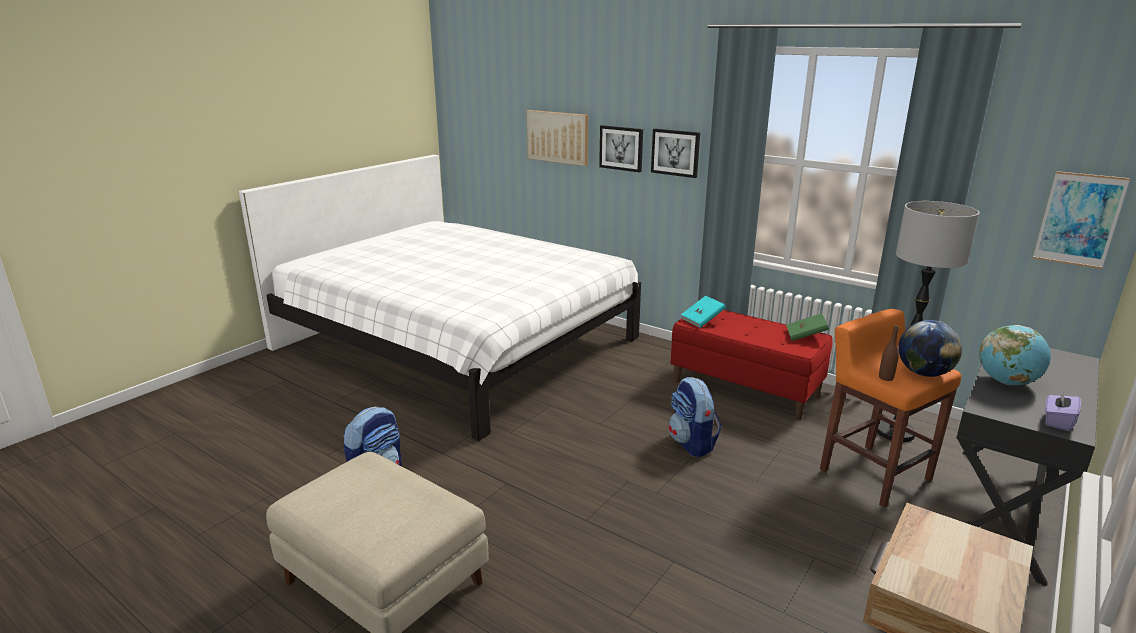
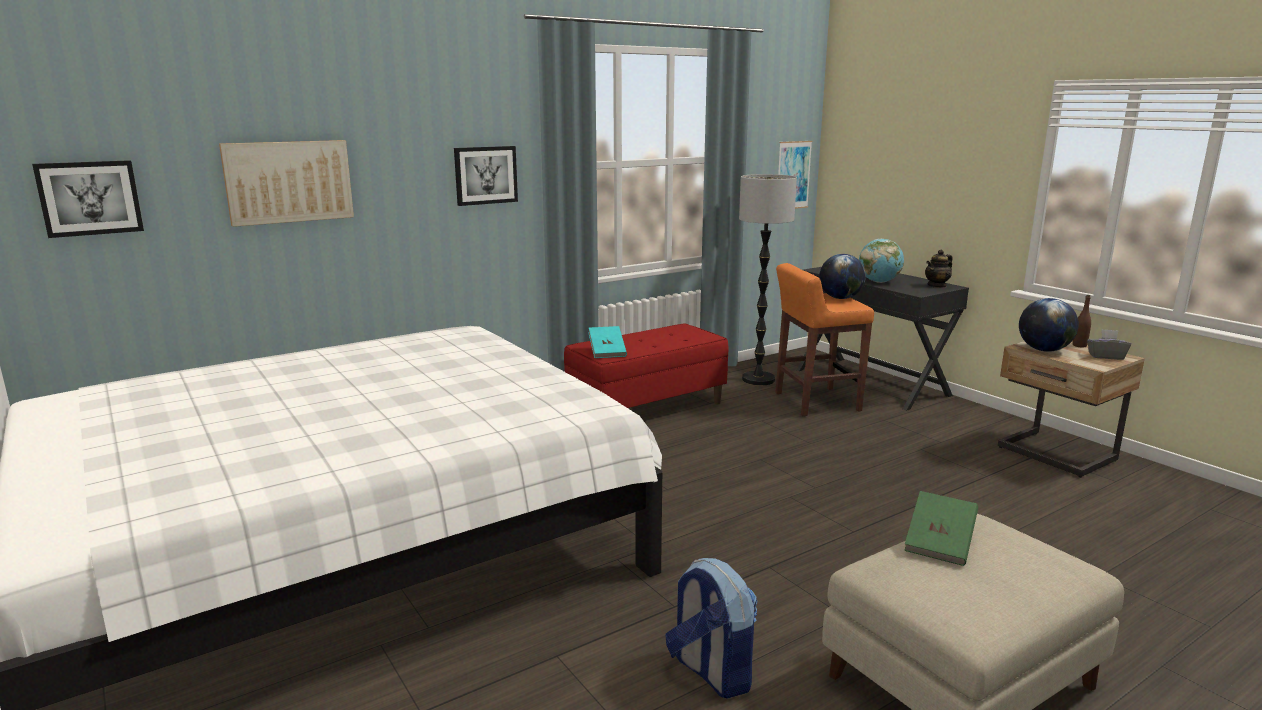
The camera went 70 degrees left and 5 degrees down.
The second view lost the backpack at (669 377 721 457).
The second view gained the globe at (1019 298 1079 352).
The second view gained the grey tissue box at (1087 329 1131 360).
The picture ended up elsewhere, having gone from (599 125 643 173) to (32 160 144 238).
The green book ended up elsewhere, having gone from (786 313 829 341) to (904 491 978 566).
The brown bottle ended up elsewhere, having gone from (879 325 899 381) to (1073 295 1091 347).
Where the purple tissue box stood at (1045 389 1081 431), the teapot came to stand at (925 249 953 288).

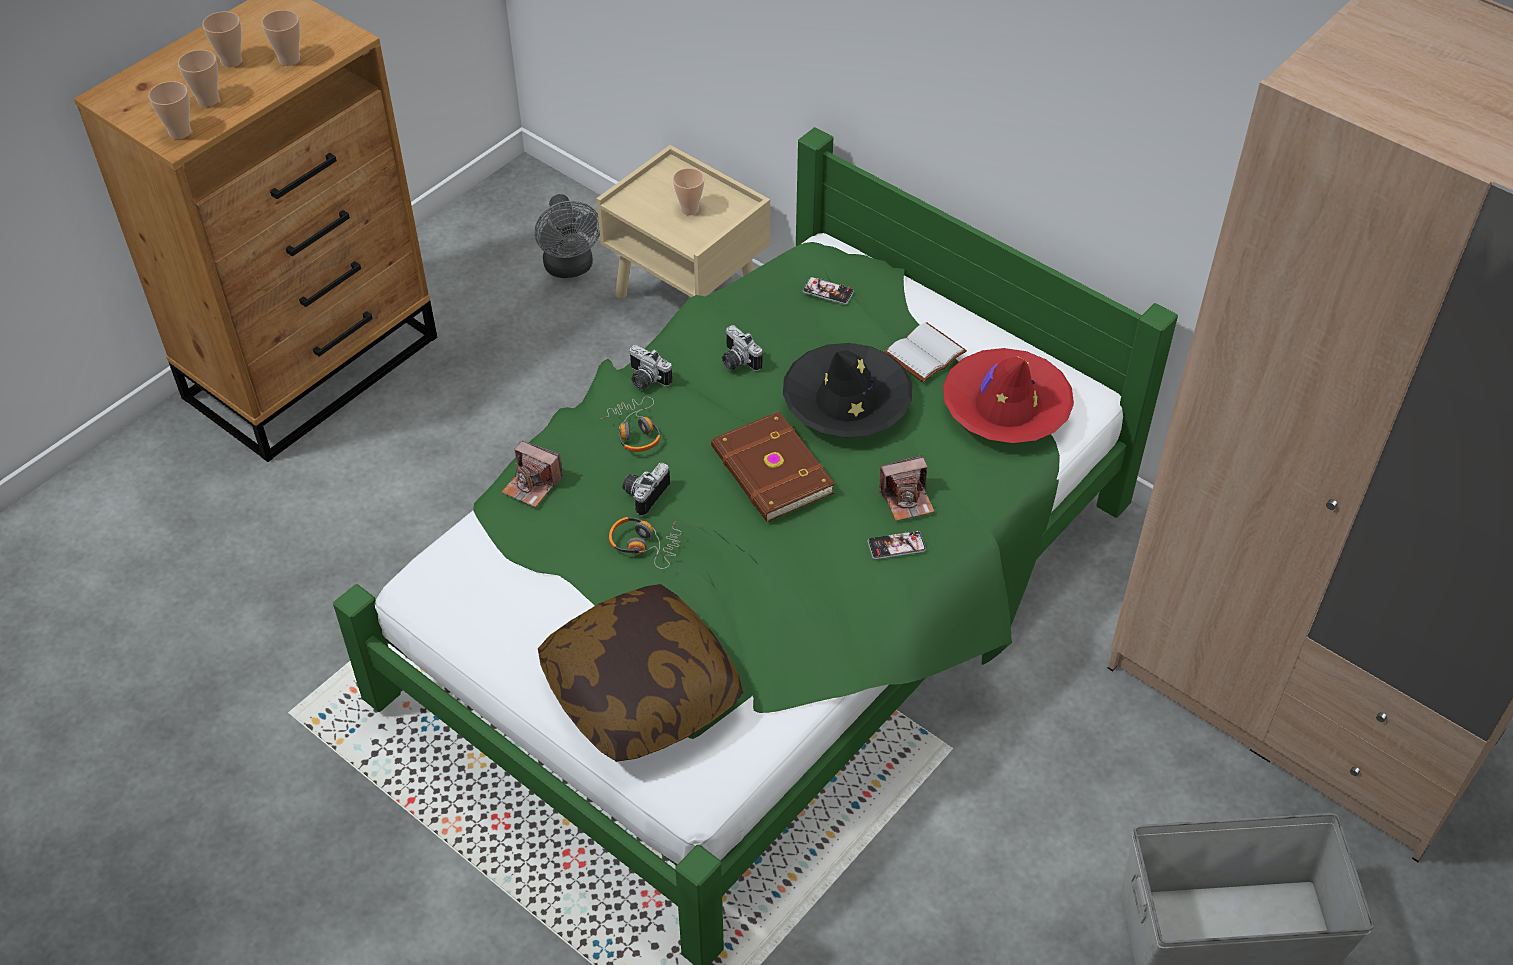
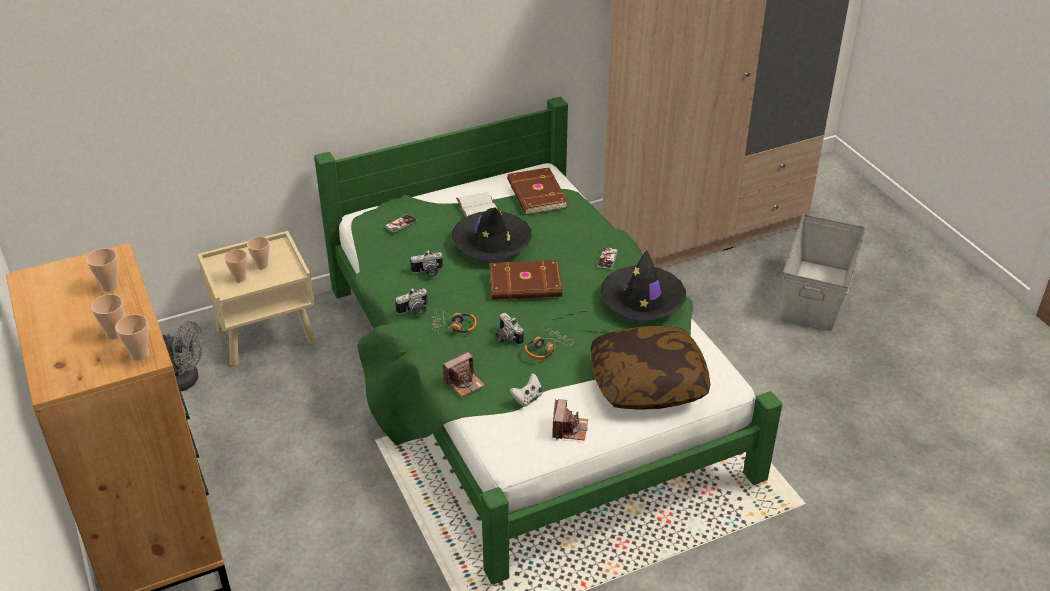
The camera went 65 degrees left and 10 degrees down.
The second view gained the white game controller at (510 373 543 406).
The second view gained the black hat at (601 250 686 321).
The cup ended up elsewhere, having gone from (202 12 242 67) to (224 249 247 282).
The photo camera ended up elsewhere, having gone from (879 455 935 521) to (552 399 588 441).
Where the red hat stood at (943 348 1074 443), the brown book came to stand at (507 167 568 215).

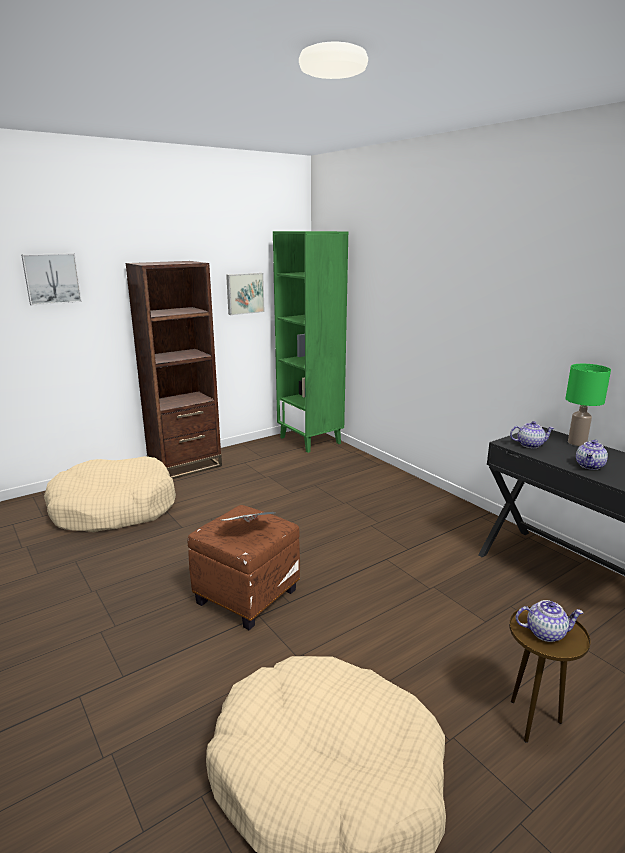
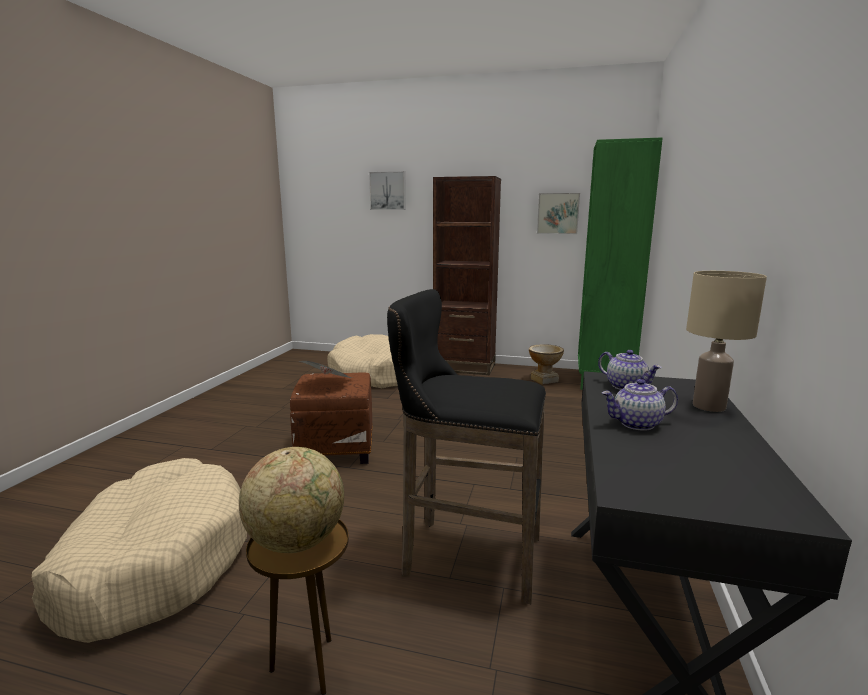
The camera went 50 degrees right and 5 degrees down.
The second view gained the black stool at (387 289 546 604).
The second view gained the vase at (529 344 564 385).
Where the teapot stood at (516 600 583 642), the globe came to stand at (239 447 344 553).
What was the green table lamp at (566 364 611 446) turned into the beige table lamp at (686 271 767 412).

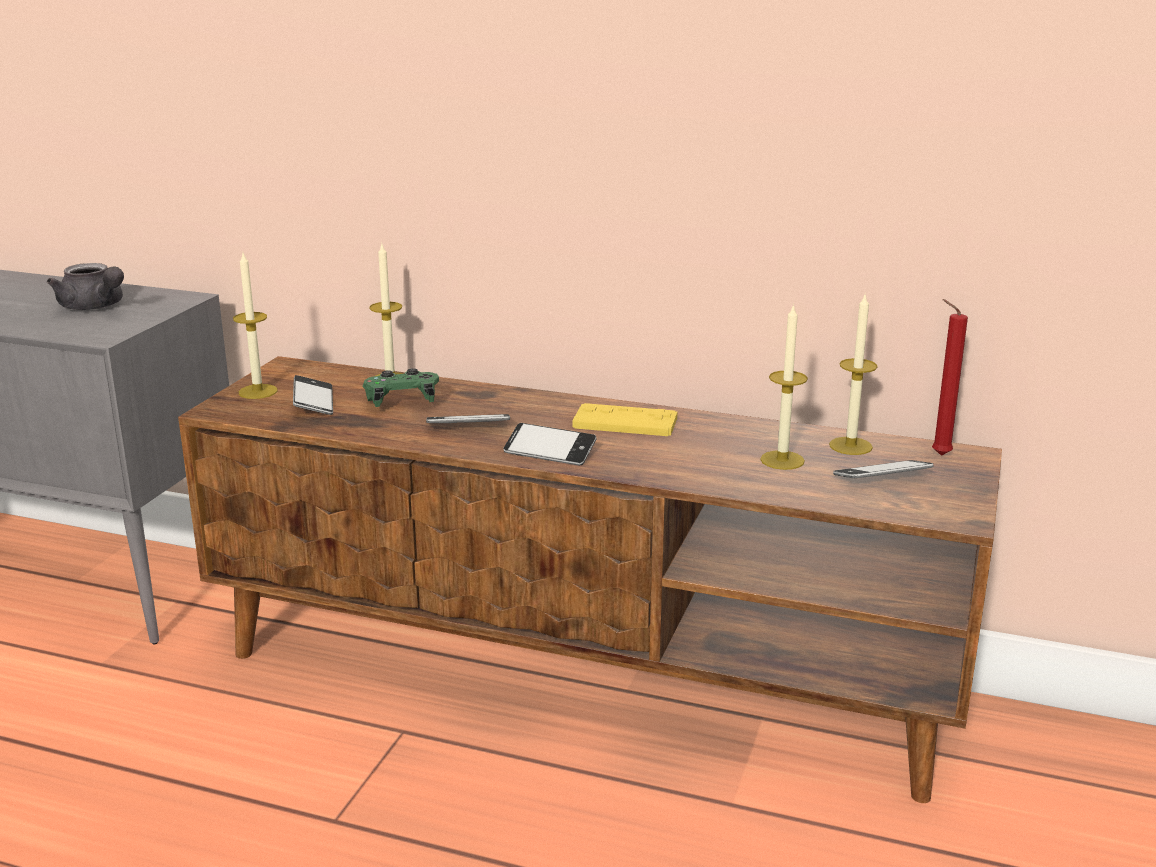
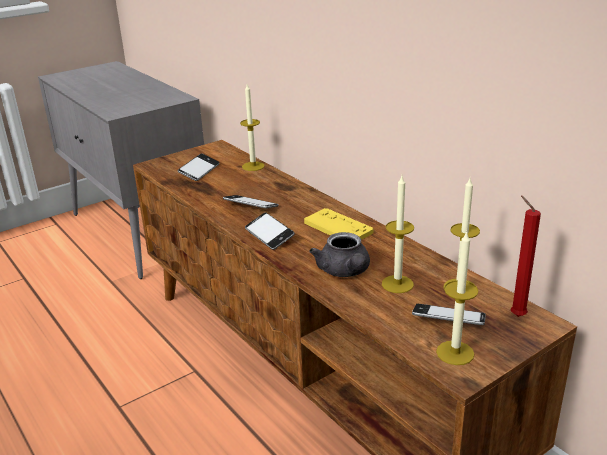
The camera went 35 degrees right and 5 degrees up.
The second view lost the green game controller at (363 368 439 407).
The grey teapot ended up elsewhere, having gone from (47 263 124 310) to (309 232 370 277).
The candle ended up elsewhere, having gone from (233 253 278 399) to (436 230 478 365).

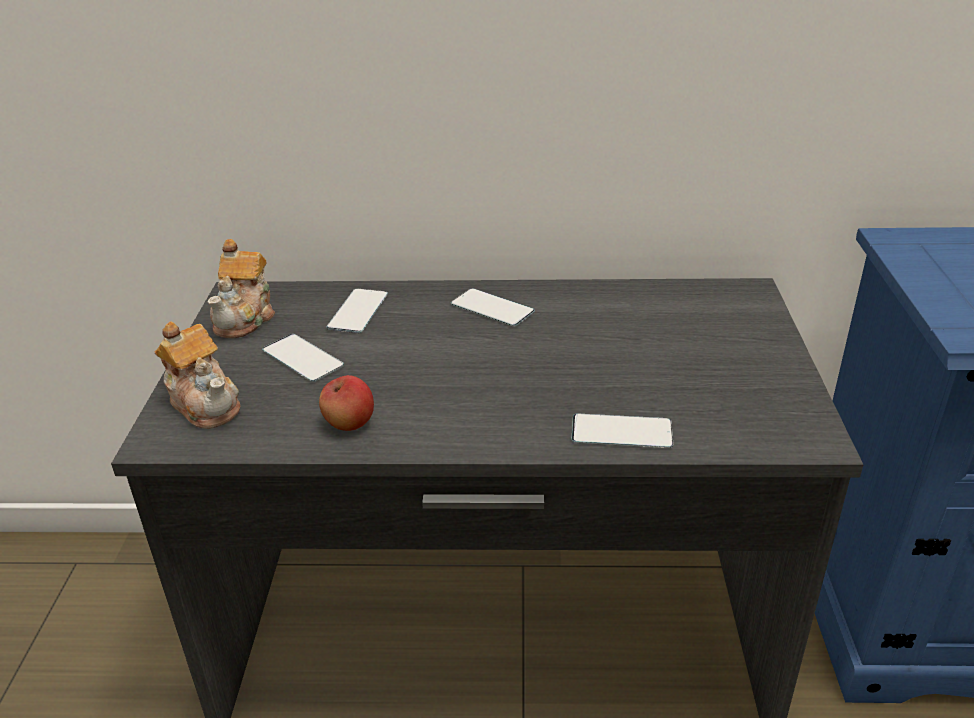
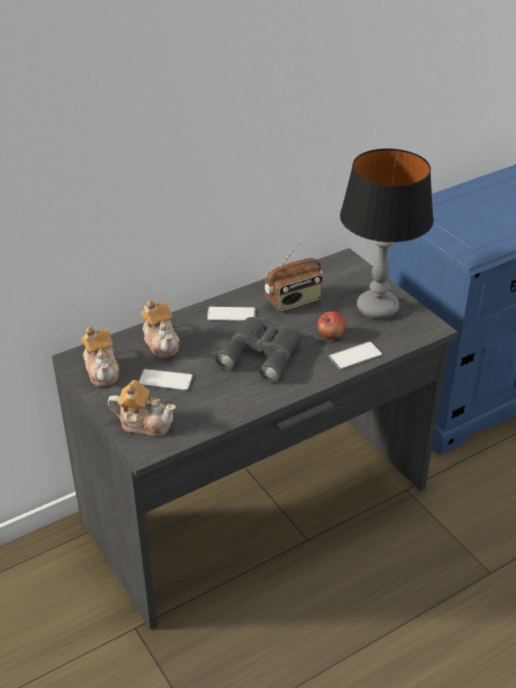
The camera went 35 degrees left and 5 degrees up.
The second view gained the grey binoculars at (215 317 302 383).
The second view gained the radio at (265 241 324 312).
The second view gained the table lamp at (340 149 434 319).
The apple ended up elsewhere, having gone from (319 375 374 431) to (317 312 345 339).
Where the phone stood at (326 289 388 333), the teapot came to stand at (141 300 180 358).

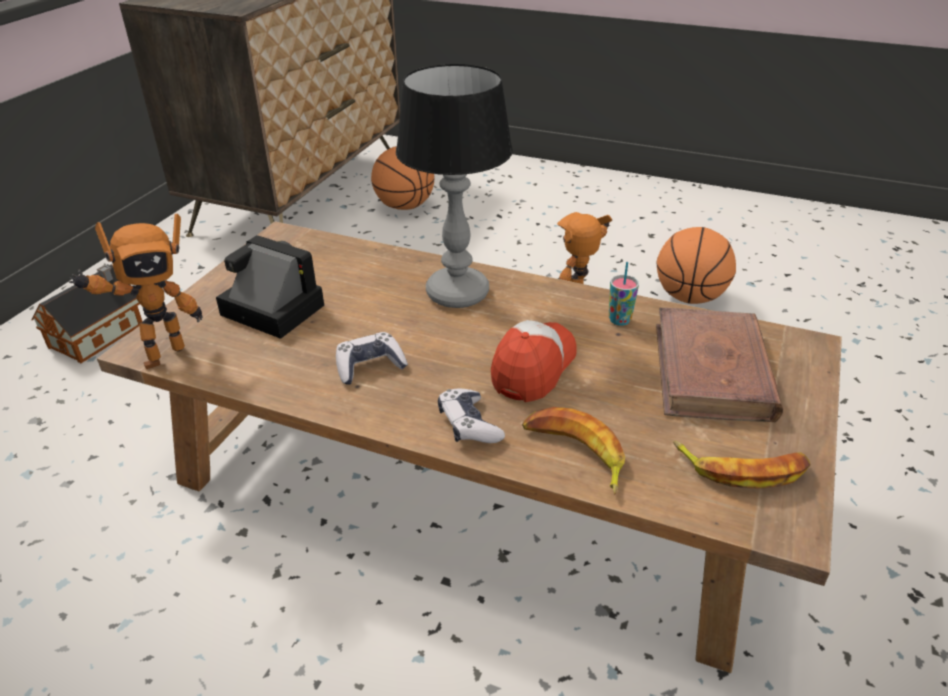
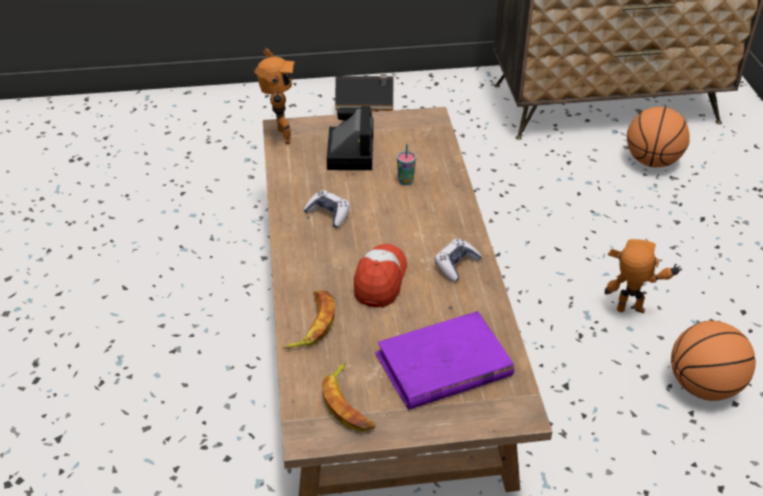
The camera went 60 degrees right and 5 degrees up.
The second view lost the table lamp at (396 64 513 308).
The game controller ended up elsewhere, having gone from (438 389 505 443) to (435 239 482 281).
The cup ended up elsewhere, having gone from (609 262 639 326) to (397 143 416 185).
What was the brown book at (656 308 783 422) turned into the purple book at (375 311 514 410).
The toy robot at (69 214 203 369) ended up facing another way, 120 degrees counterclockwise from before.
The cap at (491 320 577 402) ended up facing another way, 75 degrees counterclockwise from before.

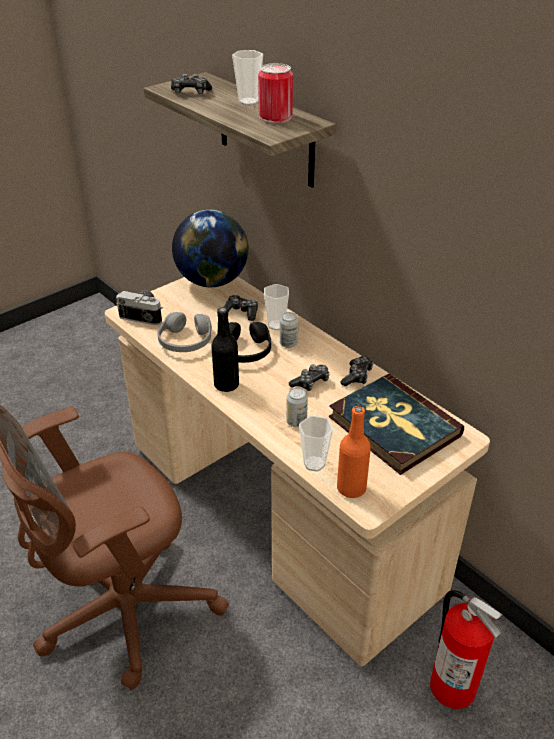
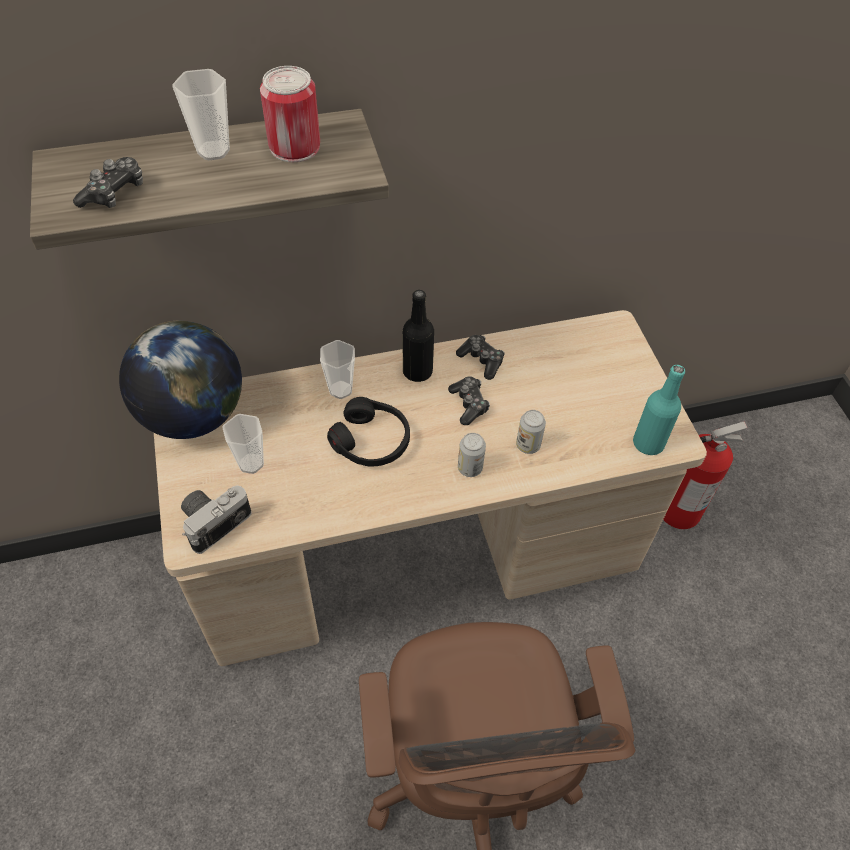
The camera went 65 degrees left and 15 degrees up.
The second view lost the grey headphones at (158 312 212 352).
The second view lost the game controller at (224 295 258 321).
The second view lost the book at (329 374 464 475).
The black bottle ended up elsewhere, having gone from (211 307 239 392) to (403 290 434 382).
The can ended up elsewhere, having gone from (280 312 298 348) to (458 433 486 477).
The cup ended up elsewhere, having gone from (299 416 333 472) to (222 414 264 474).
What was the orange bottle at (337 406 371 498) turned into the turquoise bottle at (633 365 685 455).

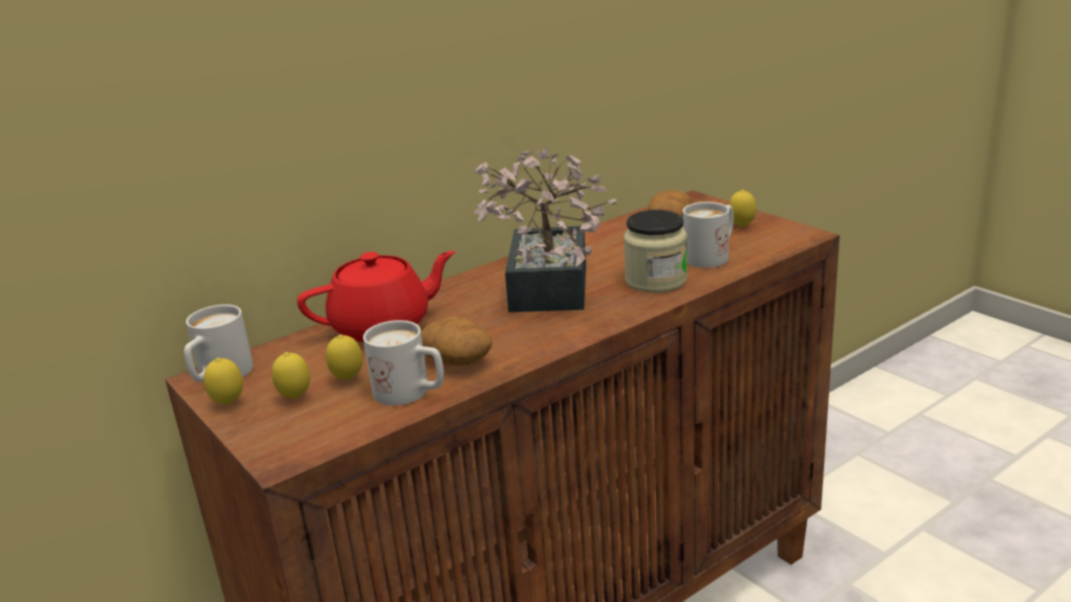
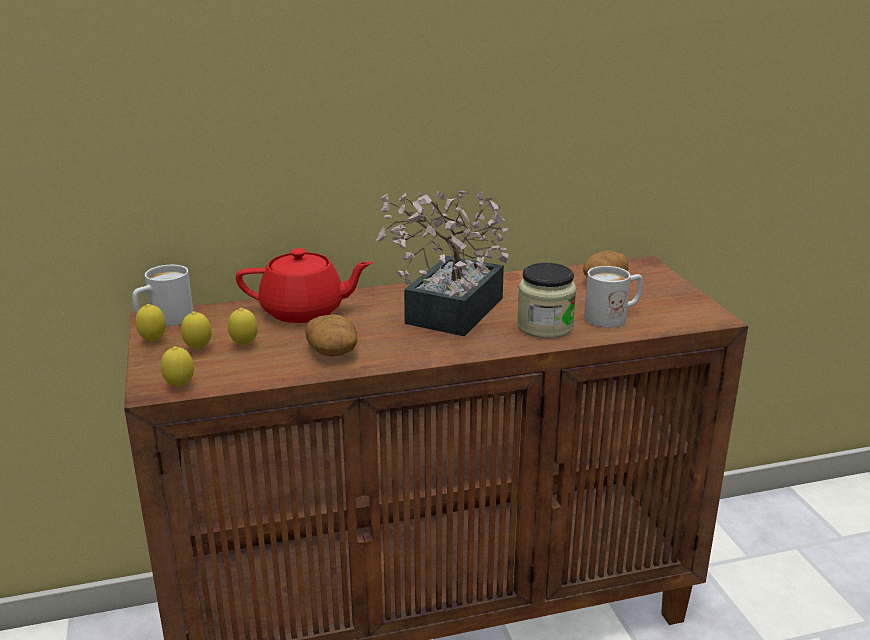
The camera went 20 degrees right and 0 degrees up.
The second view lost the white mug at (363 320 444 406).
The lemon ended up elsewhere, having gone from (729 190 756 227) to (161 346 194 388).

